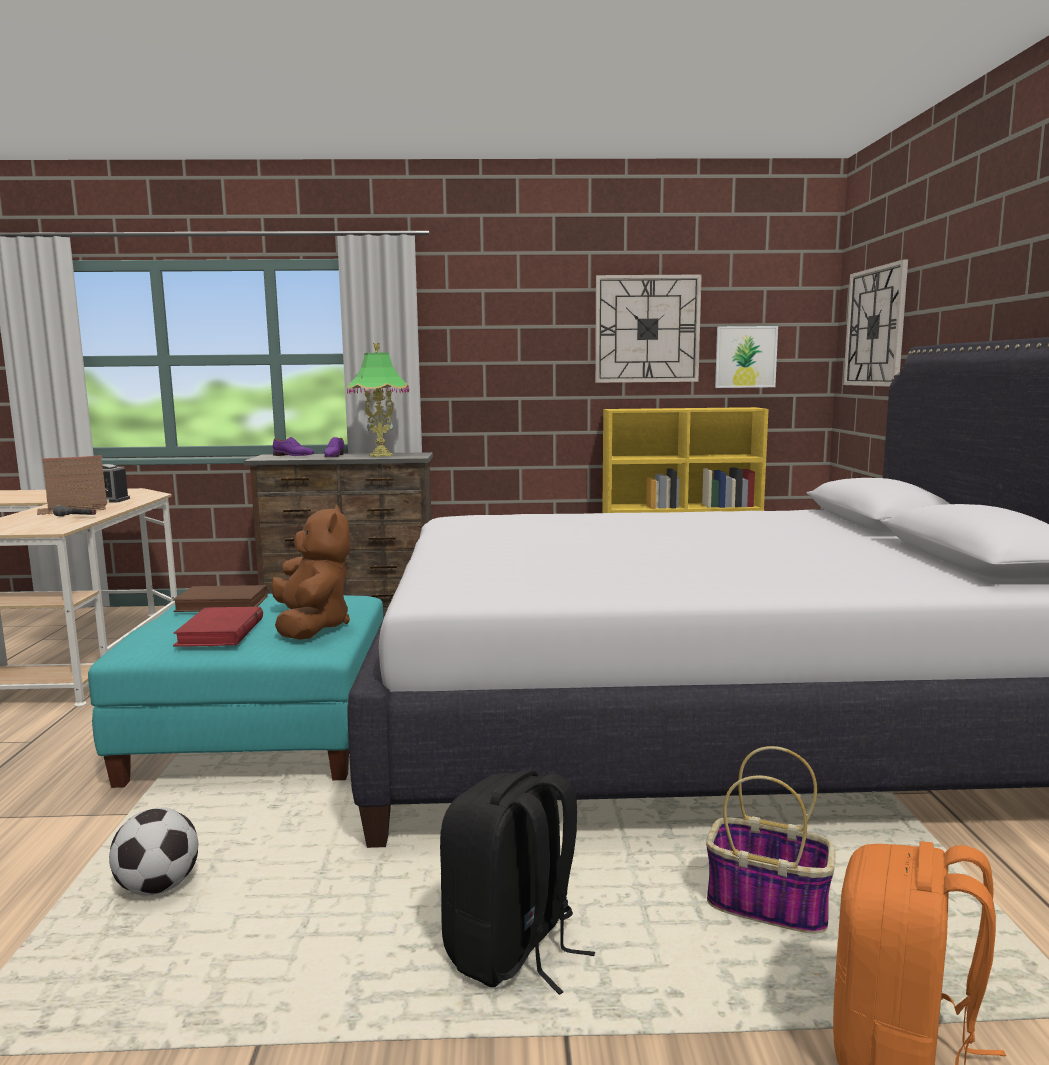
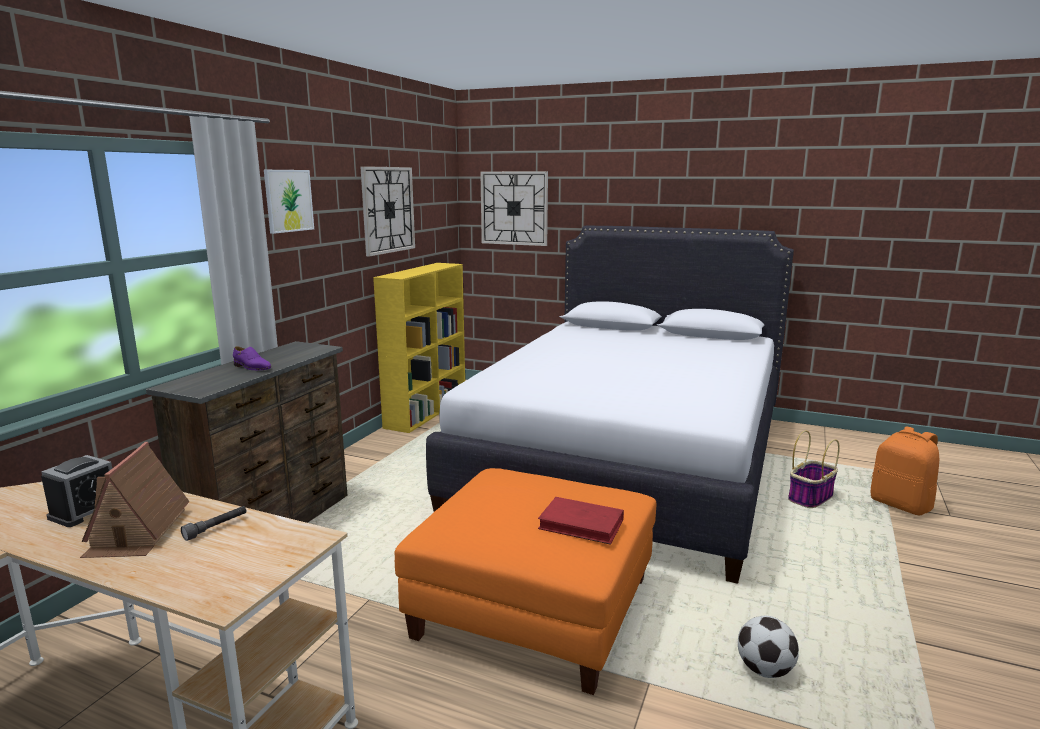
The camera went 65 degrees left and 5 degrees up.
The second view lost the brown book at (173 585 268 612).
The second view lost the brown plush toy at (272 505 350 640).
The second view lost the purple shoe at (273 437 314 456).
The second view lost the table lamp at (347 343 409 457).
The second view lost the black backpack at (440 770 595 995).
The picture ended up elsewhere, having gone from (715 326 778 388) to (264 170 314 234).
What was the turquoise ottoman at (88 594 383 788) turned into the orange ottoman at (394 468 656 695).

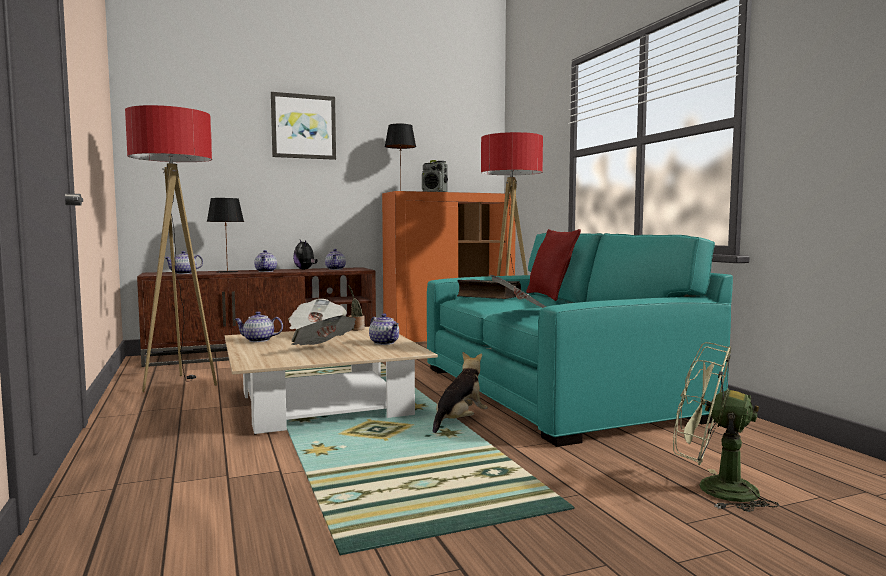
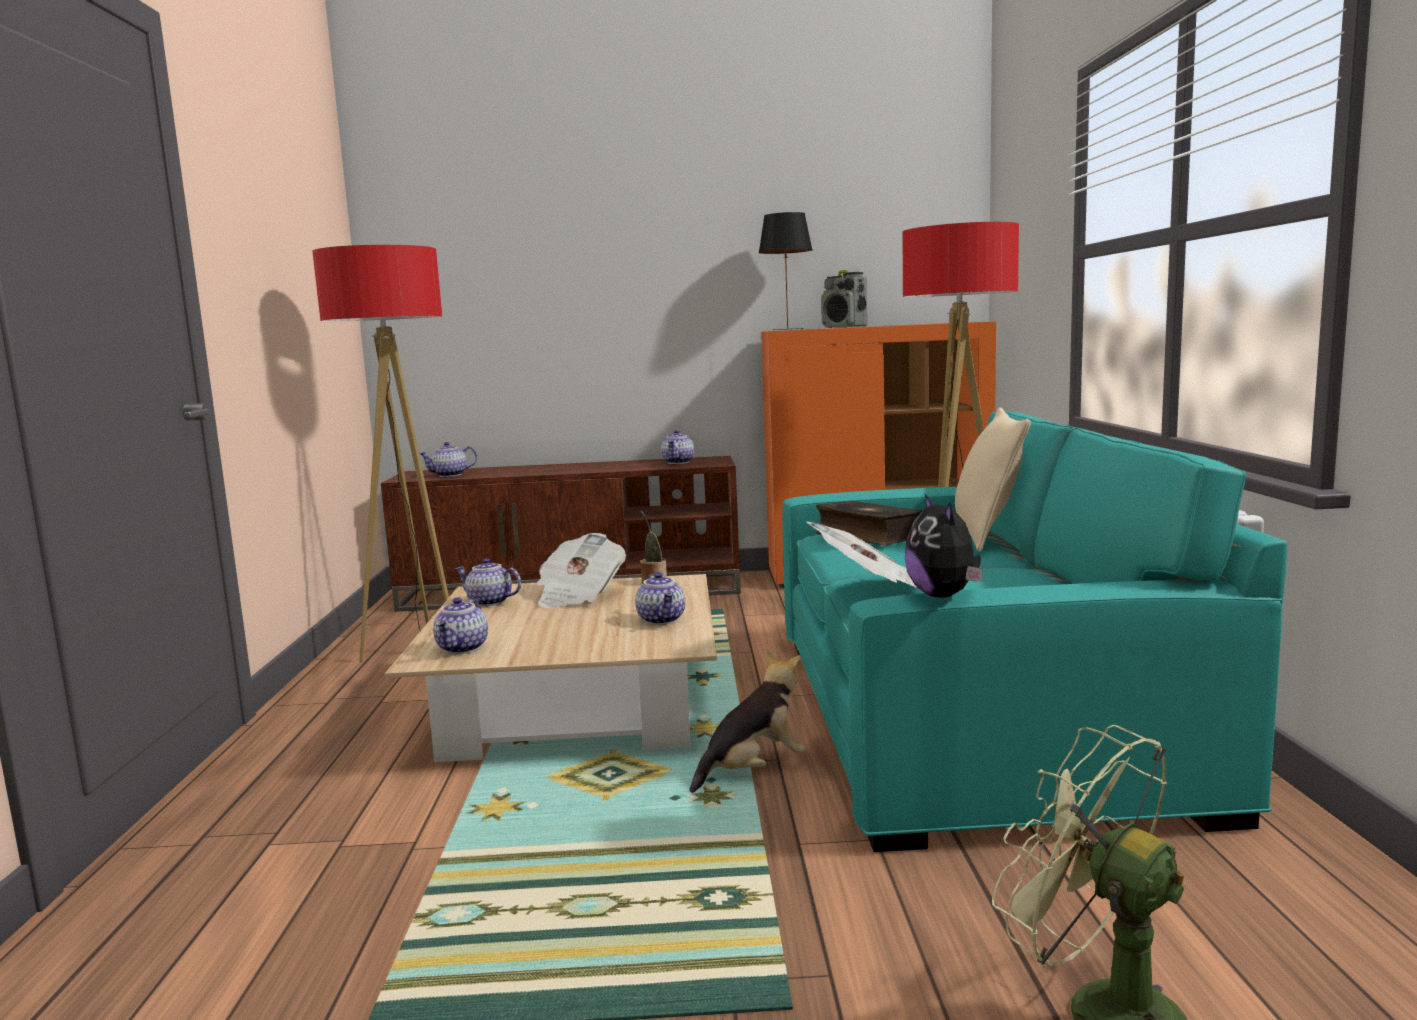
The camera went 20 degrees right and 5 degrees up.
The second view lost the black table lamp at (207 198 244 273).
The second view lost the picture at (271 92 336 160).
The second view lost the newspaper at (291 315 356 345).
The teapot ended up elsewhere, having gone from (254 250 277 272) to (433 597 488 654).
The plush toy ended up elsewhere, having gone from (293 240 318 270) to (904 494 983 598).
What was the red pillow at (526 229 581 301) turned into the beige pillow at (955 407 1031 552).

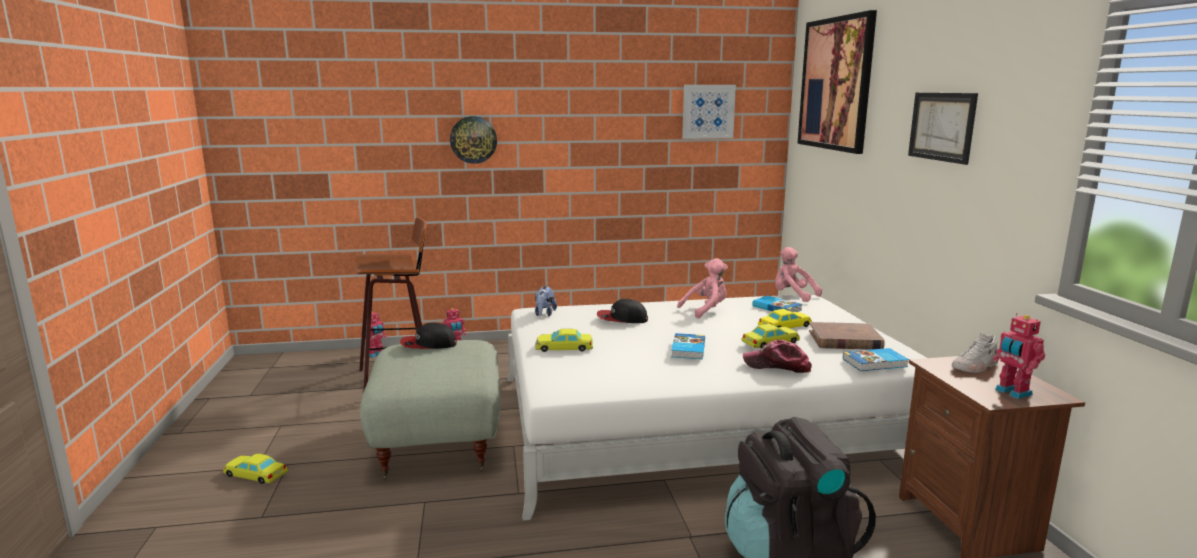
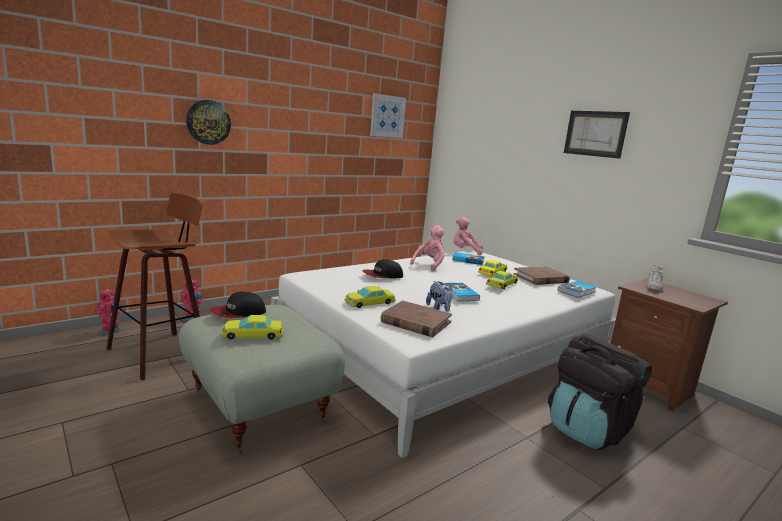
The camera went 30 degrees left and 0 degrees up.
The second view lost the cap at (743 340 812 373).
The second view lost the picture at (797 10 877 154).
The second view lost the toy robot at (993 313 1045 399).
The second view gained the brown book at (381 301 452 337).
The yellow toy car ended up elsewhere, having gone from (223 453 288 484) to (221 315 283 339).
The plush toy ended up elsewhere, having gone from (535 286 557 316) to (426 281 453 311).

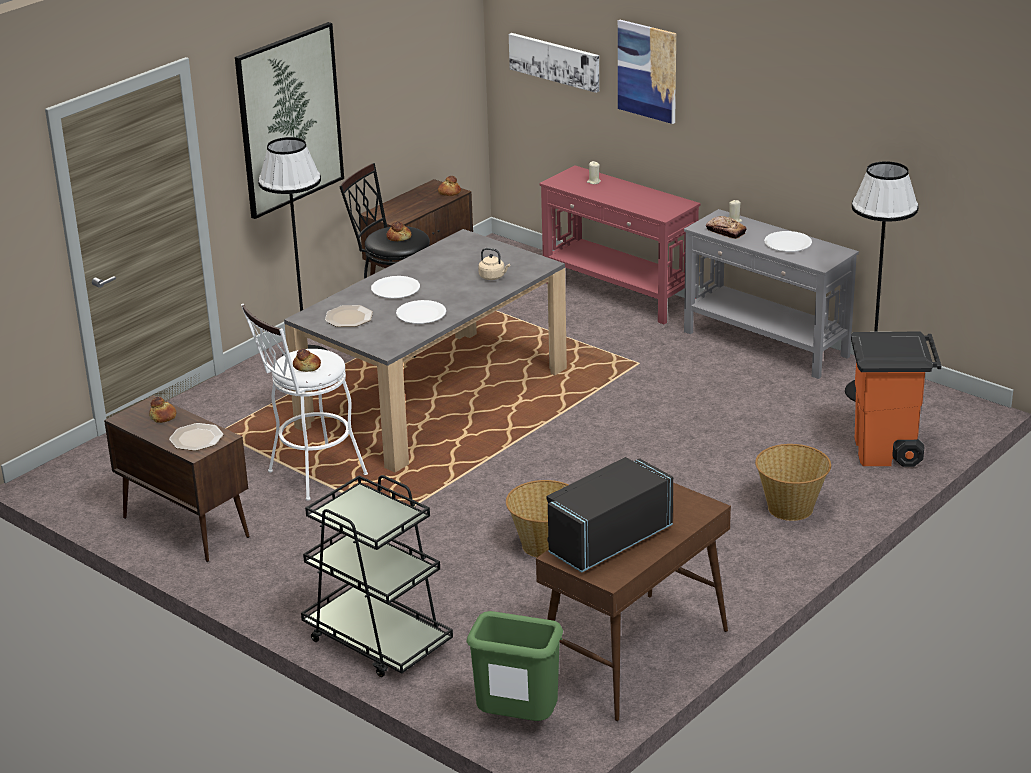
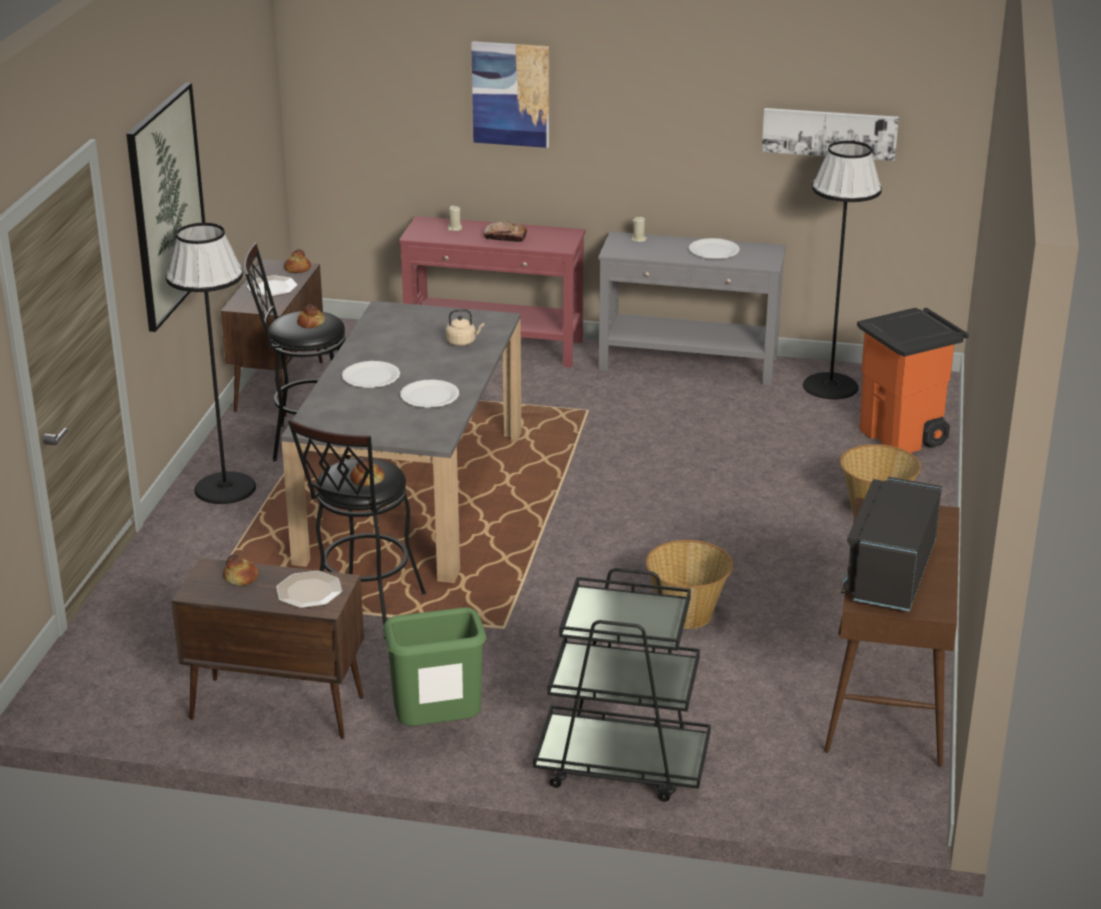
The camera went 30 degrees left and 0 degrees up.
The plate ended up elsewhere, having gone from (325 305 373 327) to (247 275 298 297).
The green trash can ended up elsewhere, having gone from (466 611 563 721) to (383 607 487 726).
The picture ended up elsewhere, having gone from (509 33 599 93) to (762 108 899 161).
The bread ended up elsewhere, having gone from (706 216 747 239) to (484 221 527 242).
What was the white stool at (241 304 368 501) turned into the black stool at (288 419 426 639).

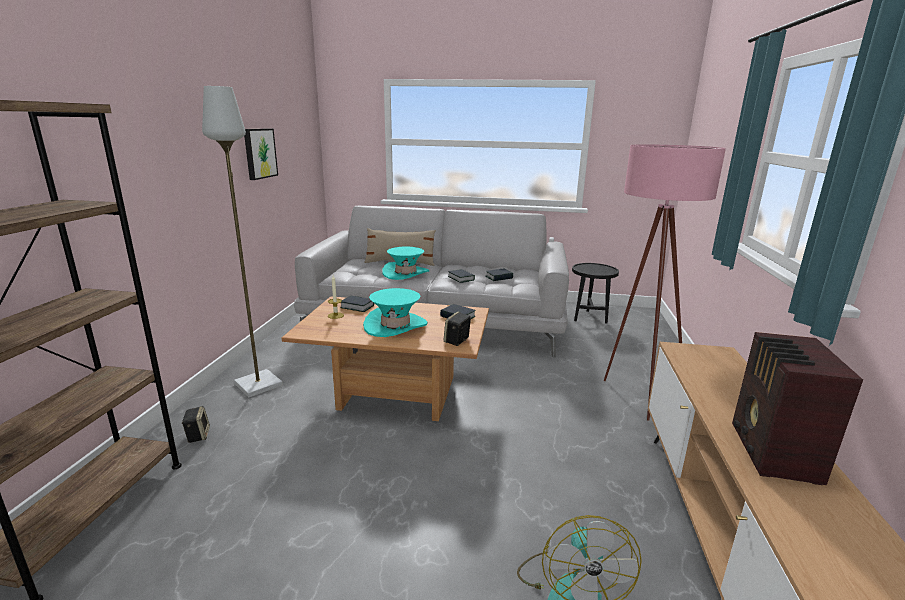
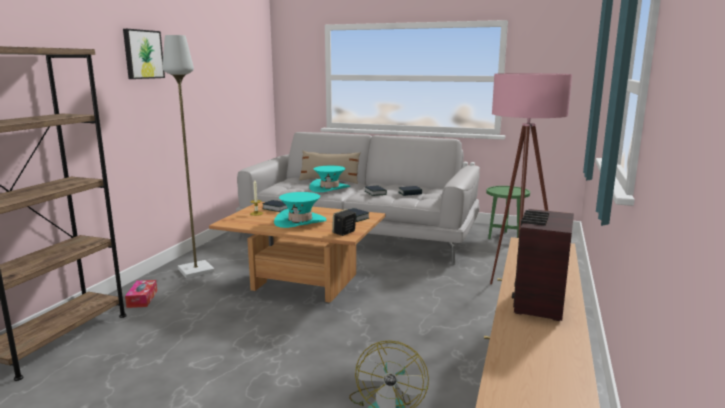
The camera went 10 degrees right and 5 degrees down.
The picture ended up elsewhere, having gone from (244 128 278 180) to (123 29 165 79).
Where the speaker stood at (182 406 210 443), the tissue box came to stand at (125 280 157 308).
What was the black side table at (572 263 619 324) turned into the green side table at (486 186 530 239).

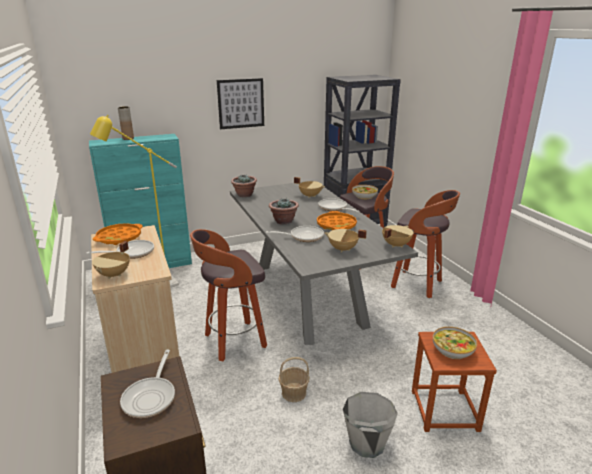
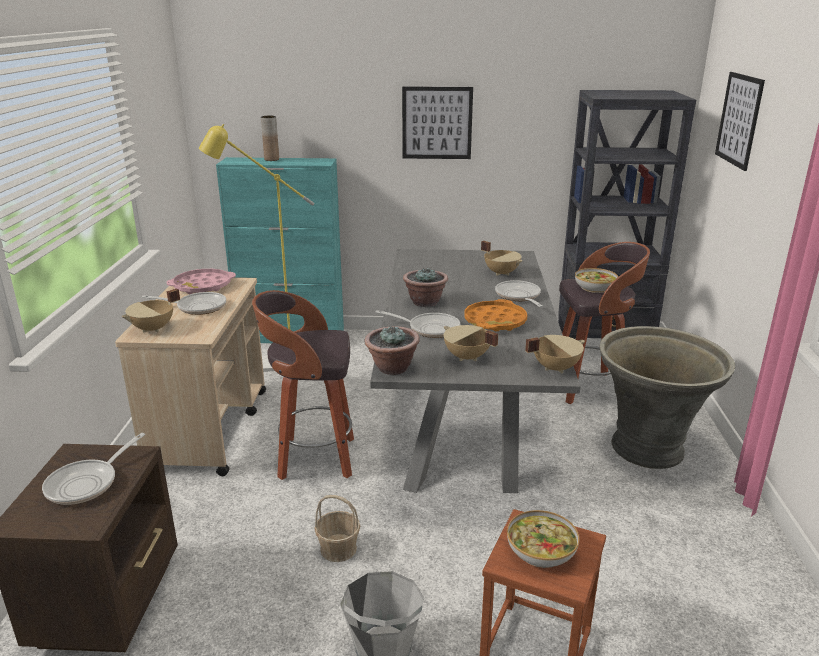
The camera went 25 degrees right and 0 degrees up.
The second view gained the picture at (715 72 765 171).
The potted plant ended up elsewhere, having gone from (231 175 257 197) to (365 326 420 375).
Where the stool stood at (391 190 460 298), the grey planter came to stand at (600 326 735 469).
What was the orange tray at (93 223 143 245) turned into the pink tray at (167 269 236 294).

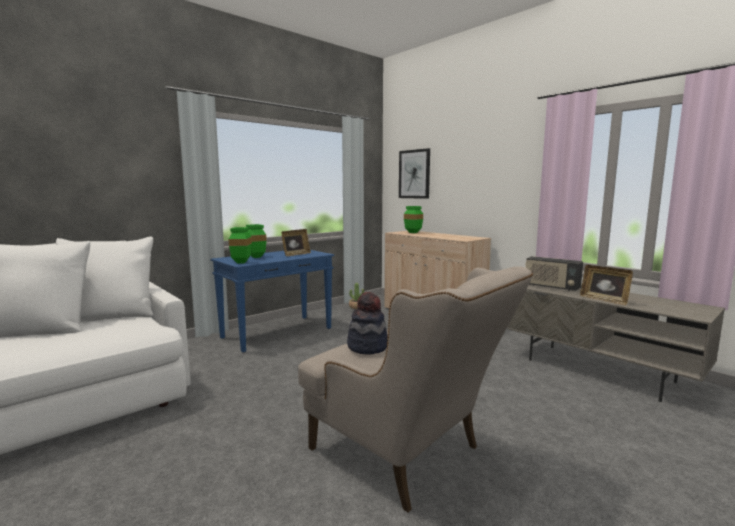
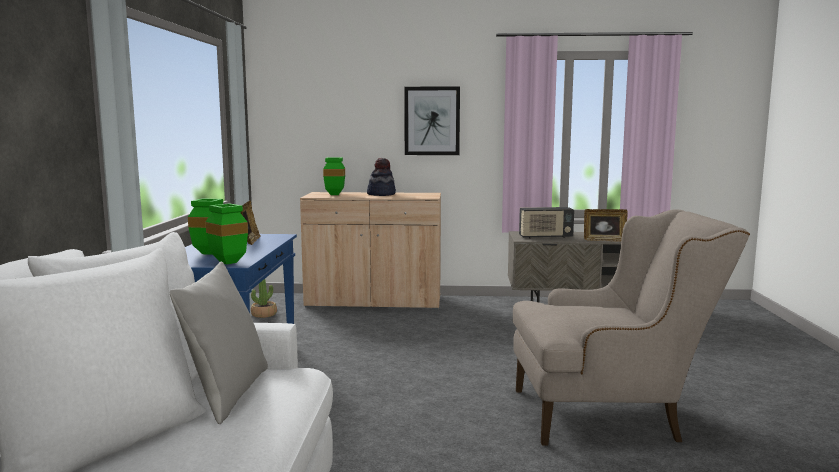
The camera went 45 degrees left and 0 degrees up.
The second view gained the grey pillow at (169 261 268 424).
The hat ended up elsewhere, having gone from (347 292 388 355) to (367 158 396 196).
The picture ended up elsewhere, having gone from (399 148 430 199) to (404 87 460 155).

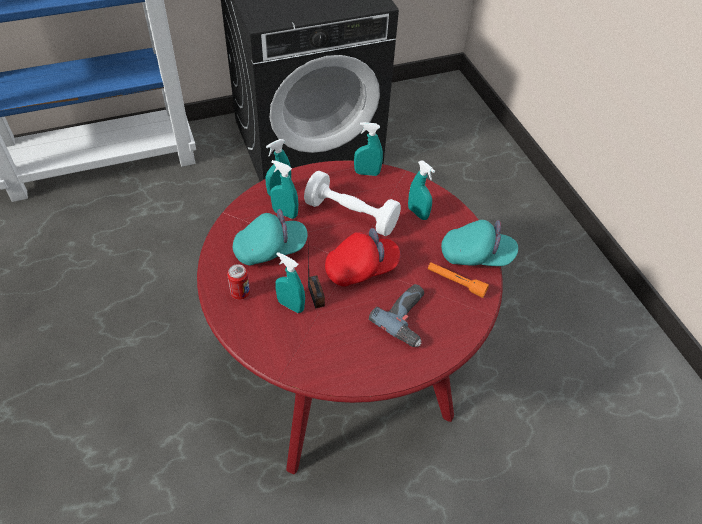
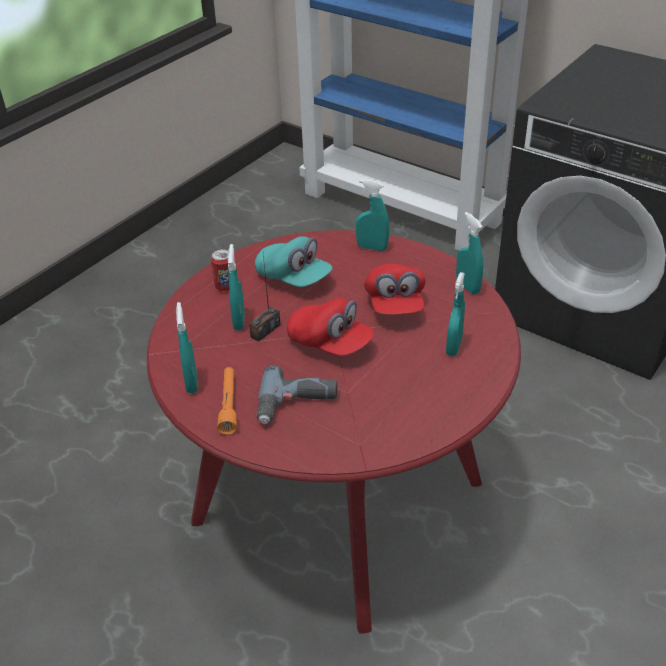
The camera went 60 degrees right and 10 degrees down.
The second view lost the turquoise cap at (441 220 518 266).
The turquoise spray bottle ended up elsewhere, having gone from (271 160 299 219) to (176 302 198 393).
The orange flashlight ended up elsewhere, having gone from (428 262 489 298) to (217 367 237 435).
Where the white dumbbell stood at (304 171 401 236), the red cap came to stand at (364 263 425 315).

